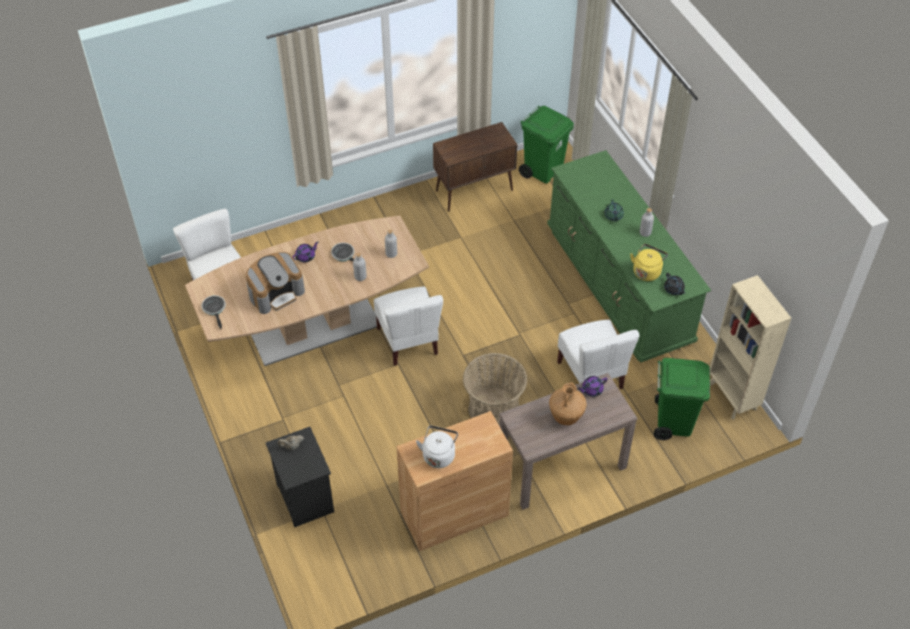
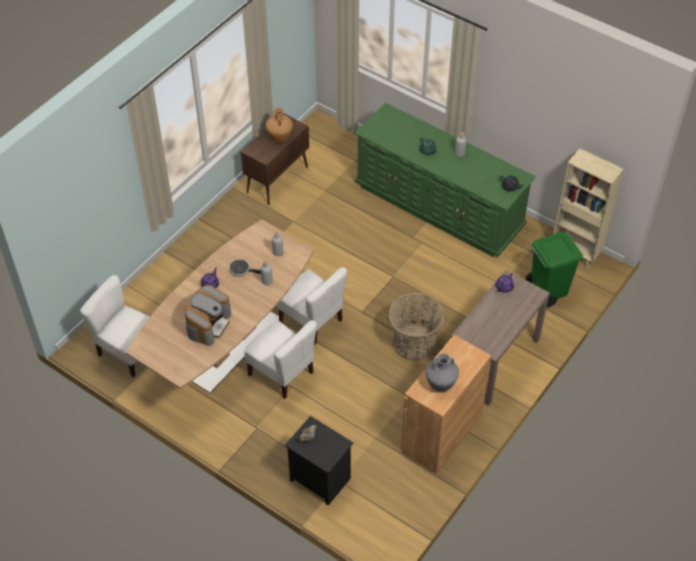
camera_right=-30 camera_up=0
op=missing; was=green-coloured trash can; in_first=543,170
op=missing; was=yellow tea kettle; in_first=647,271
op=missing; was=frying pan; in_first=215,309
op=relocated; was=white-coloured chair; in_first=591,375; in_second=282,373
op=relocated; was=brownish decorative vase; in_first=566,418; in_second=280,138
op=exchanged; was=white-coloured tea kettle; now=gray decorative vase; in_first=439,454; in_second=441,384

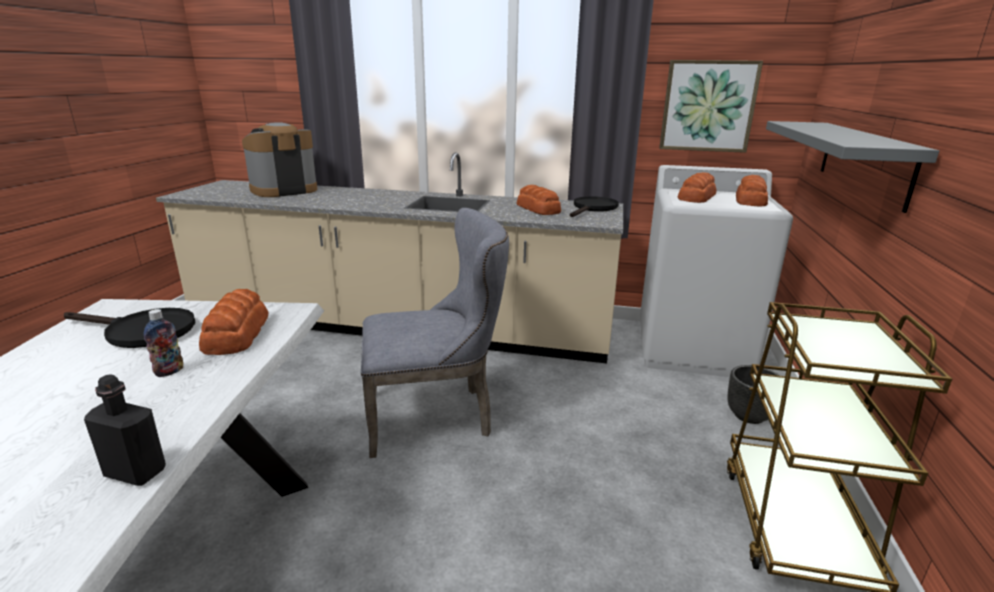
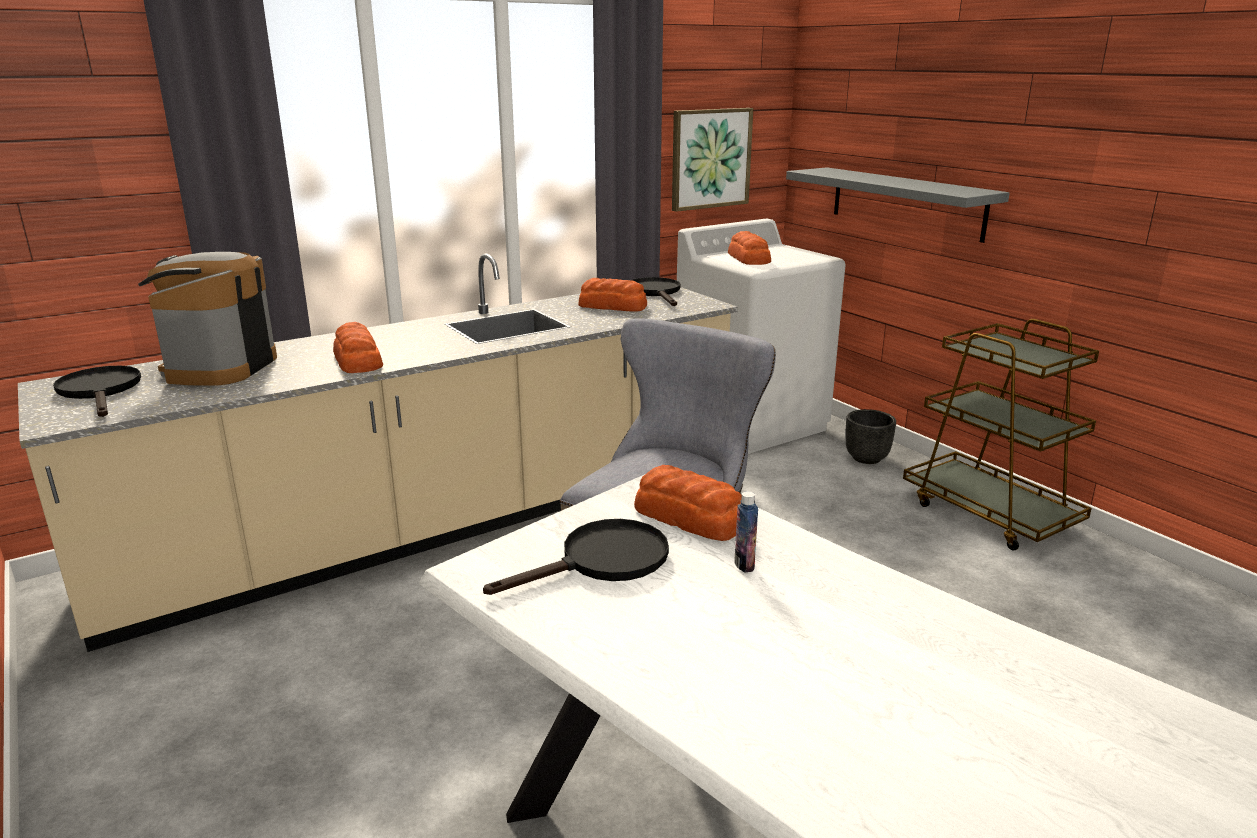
camera_right=-45 camera_up=0
op=relocated; was=bread; in_first=750,200; in_second=357,360
op=missing; was=blackish drink bottle; in_first=136,473
op=appeared; now=blackish frying pan; in_second=101,391

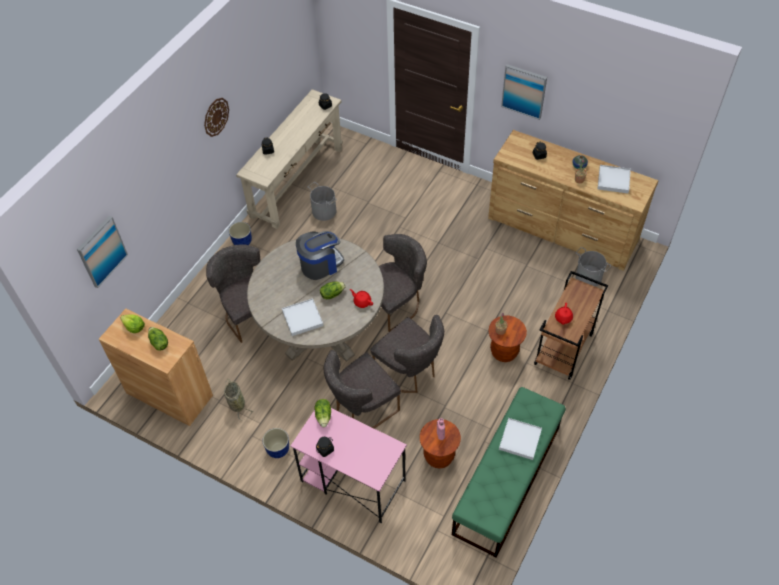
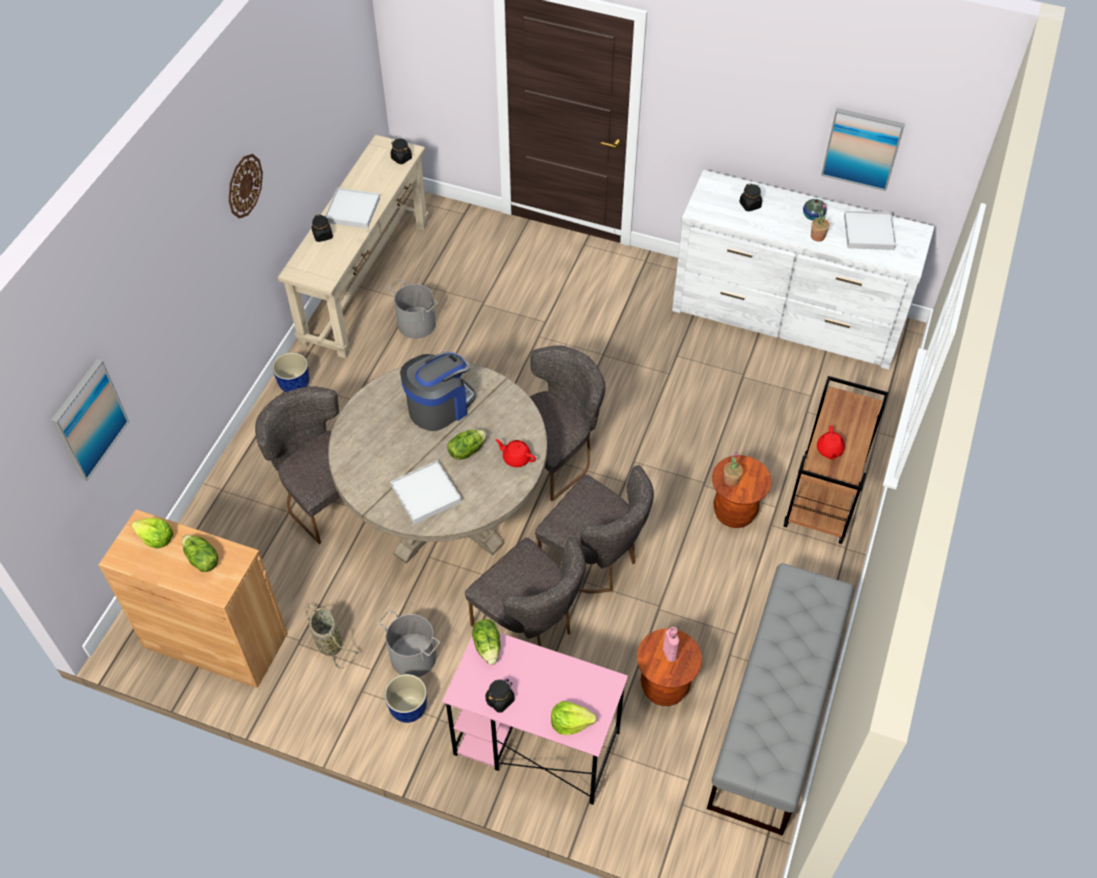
camera_right=-10 camera_up=0
op=relocated; was=wall art; in_first=524,91; in_second=862,148
op=colour; was=brownish dresser; now=white-coloured dresser; in_first=562,229; in_second=787,316
op=relocated; was=gray water bucket; in_first=588,277; in_second=414,656
op=spun; was=gray chair; in_first=362,408; in_second=530,626; clockwise=-90
op=colour; was=green-coloured indoor bench; now=gray indoor bench; in_first=506,480; in_second=775,711
op=relocated; was=white-coloured tray; in_first=520,440; in_second=353,210
op=appeared; now=lettuce head; in_second=570,722

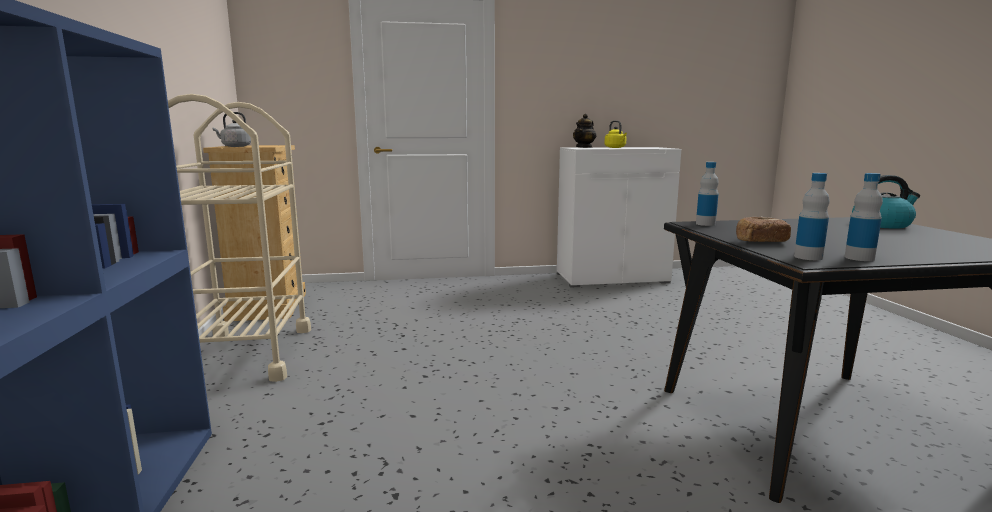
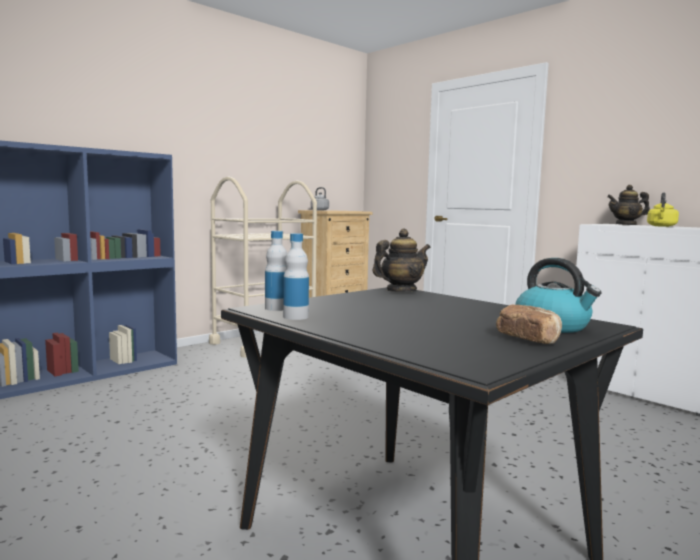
camera_right=55 camera_up=-5
op=exchanged; was=drink bottle; now=teapot; in_first=705,224; in_second=400,291
op=relocated; was=bread; in_first=761,242; in_second=528,339

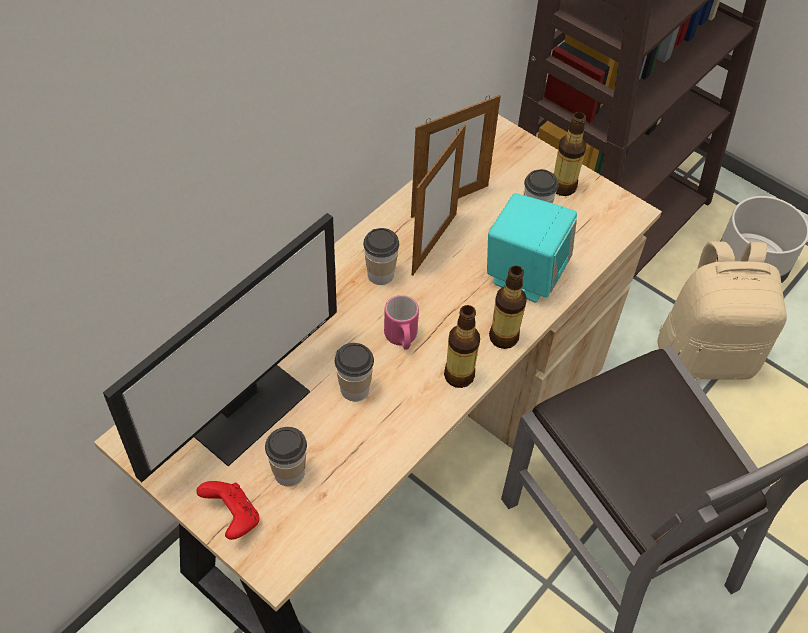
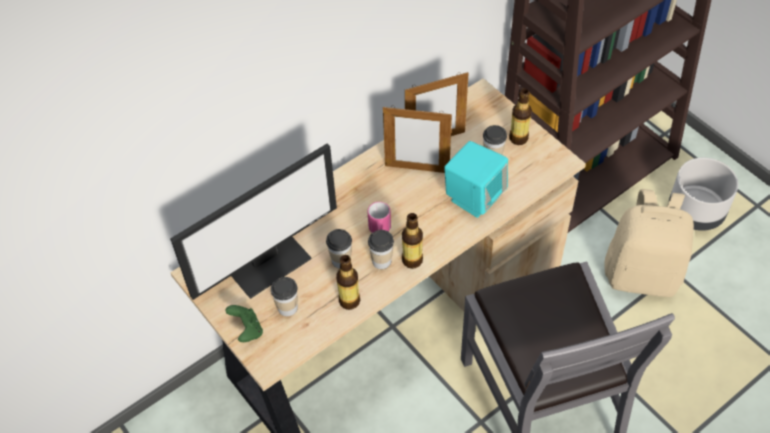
camera_right=15 camera_up=0
op=spun; was=standing frame; in_first=434,244; in_second=417,169; clockwise=60
op=relocated; was=cup; in_first=380,274; in_second=381,261
op=relocated; was=drink bottle; in_first=503,337; in_second=349,301
op=colour; was=reddish gamepad; now=green-coloured gamepad; in_first=233,517; in_second=247,330

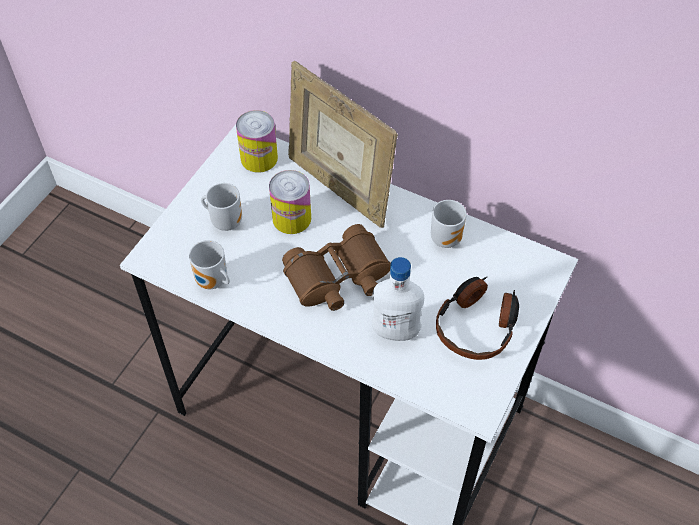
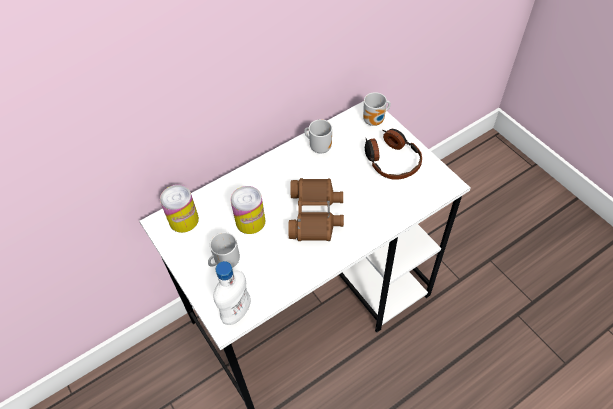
camera_right=-60 camera_up=0
op=missing; was=standing frame; in_first=338,187
op=relocated; was=coffee mug; in_first=212,283; in_second=375,121
op=relocated; was=white-coloured drink bottle; in_first=395,332; in_second=236,312

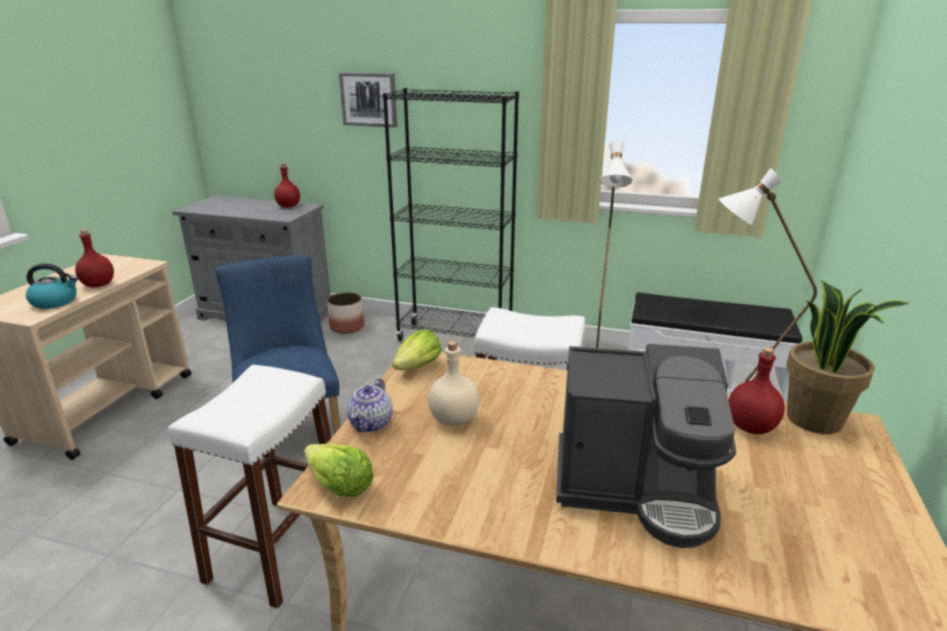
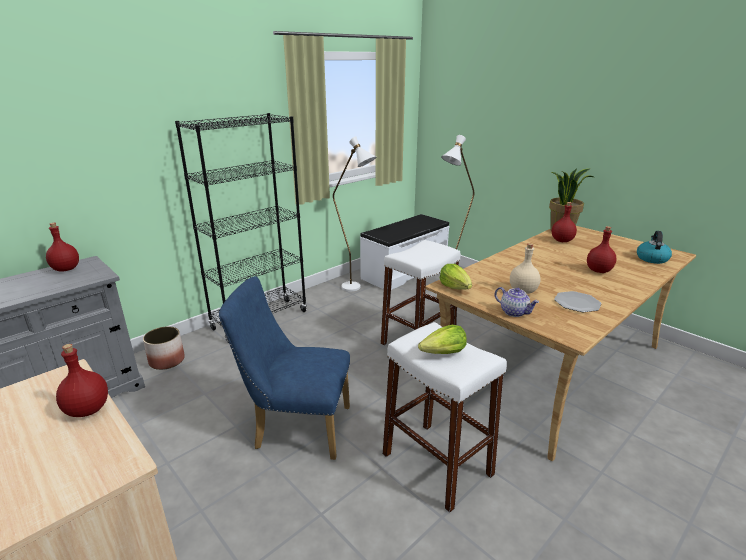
camera_right=-60 camera_up=0
op=missing; was=wall art; in_first=369,99
op=relocated; was=tea kettle; in_first=55,302; in_second=651,258
op=exchanged; was=coffee maker; now=reddish drink bottle; in_first=636,488; in_second=598,270
op=relocated; was=lettuce head; in_first=338,485; in_second=444,353
op=appeared; now=dinner plate; in_second=577,303

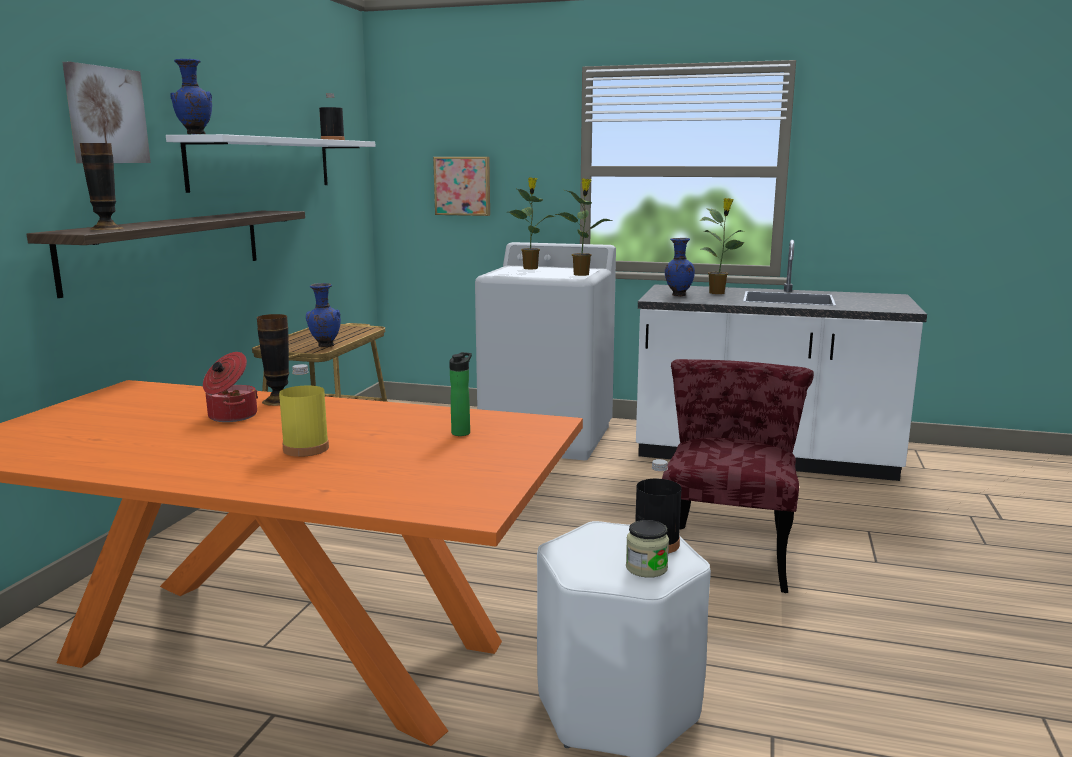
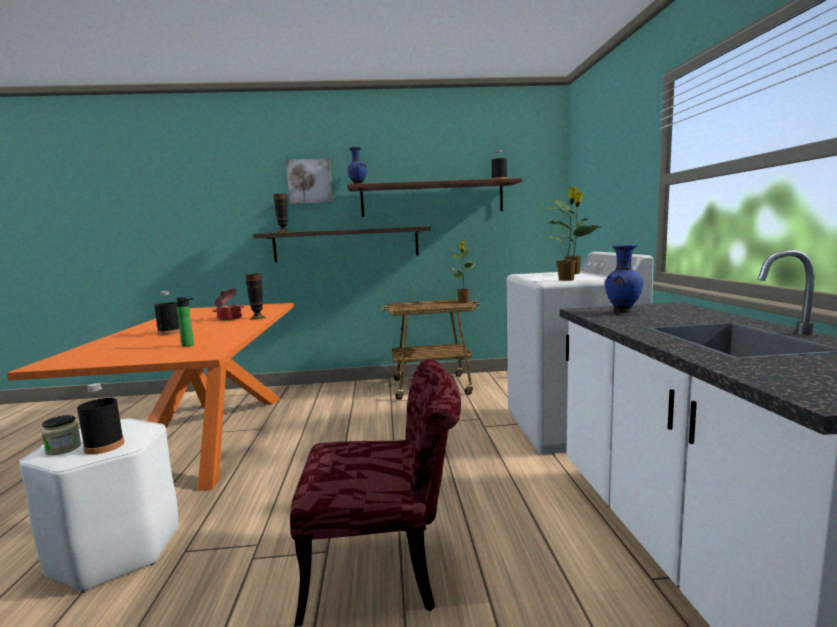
camera_right=70 camera_up=-5
op=colour; was=white-coloured bracket shelf; now=brownish bracket shelf; in_first=263,163; in_second=432,199
op=missing; was=wall art; in_first=463,186
op=relocated; was=houseplant; in_first=718,293; in_second=463,302
op=missing; was=bluish decorative vase; in_first=325,346
op=colour; was=yellow drink bottle; now=blackish drink bottle; in_first=306,448; in_second=170,333

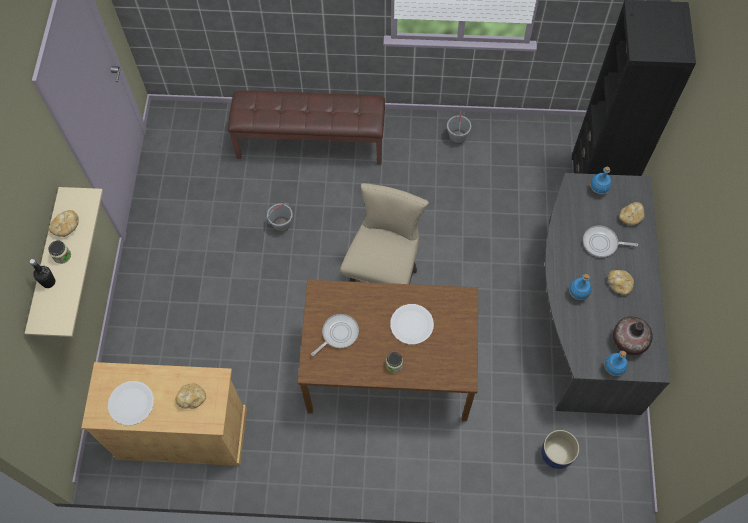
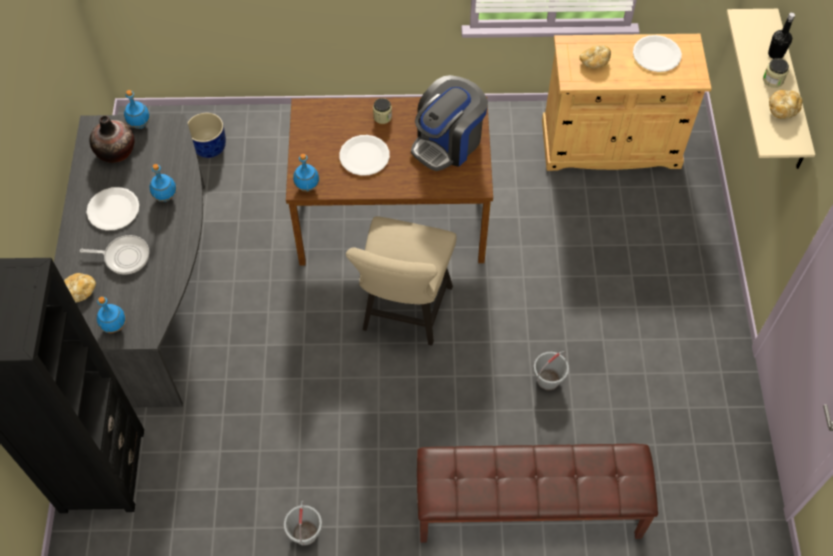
camera_right=175 camera_up=-5
op=exchanged; was=bread; now=white-coloured dinner plate; in_first=619,284; in_second=113,210
op=exchanged; was=frying pan; now=coffee maker; in_first=338,334; in_second=448,142
op=appeared; now=bluish drink bottle; in_second=307,187

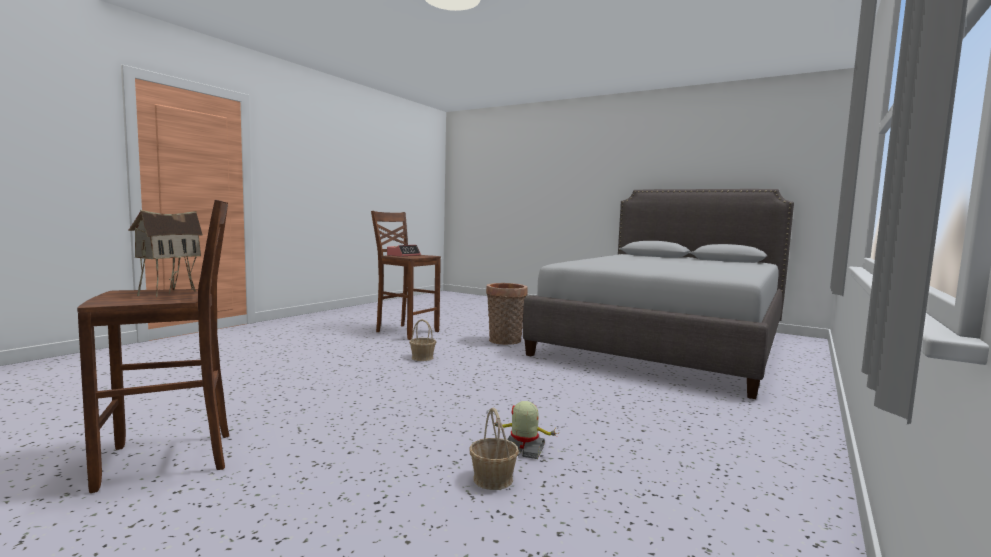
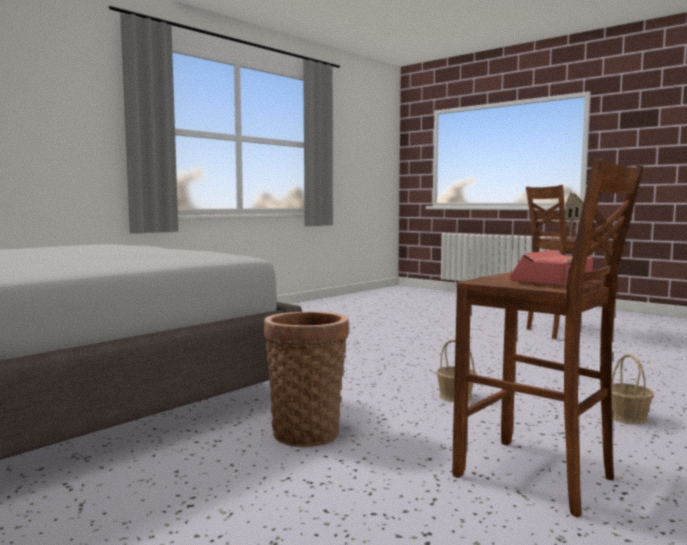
camera_right=-170 camera_up=0
op=missing; was=model robot; in_first=524,450
op=relocated; was=household basket; in_first=493,479; in_second=627,417

